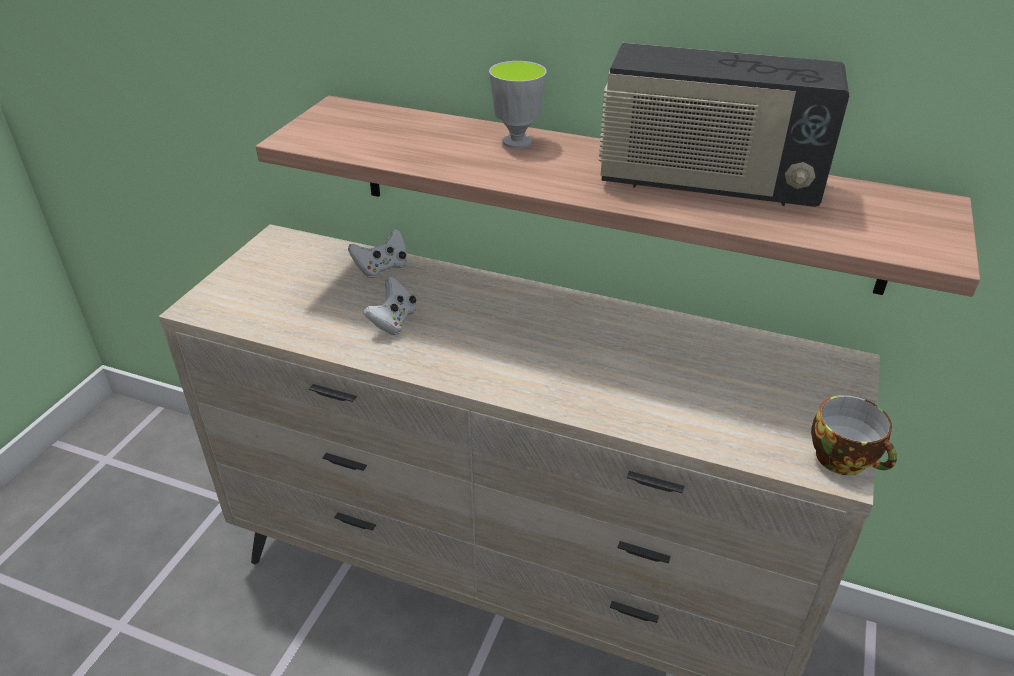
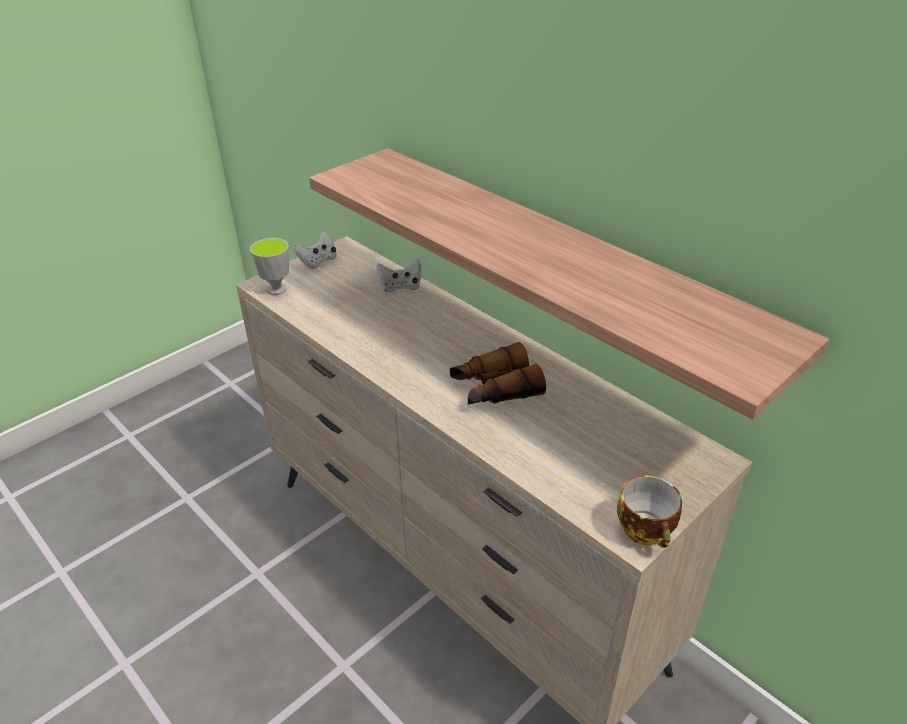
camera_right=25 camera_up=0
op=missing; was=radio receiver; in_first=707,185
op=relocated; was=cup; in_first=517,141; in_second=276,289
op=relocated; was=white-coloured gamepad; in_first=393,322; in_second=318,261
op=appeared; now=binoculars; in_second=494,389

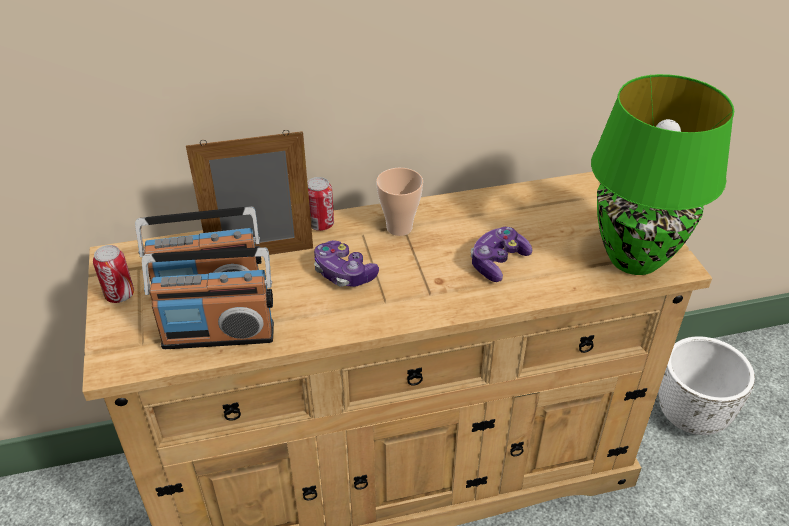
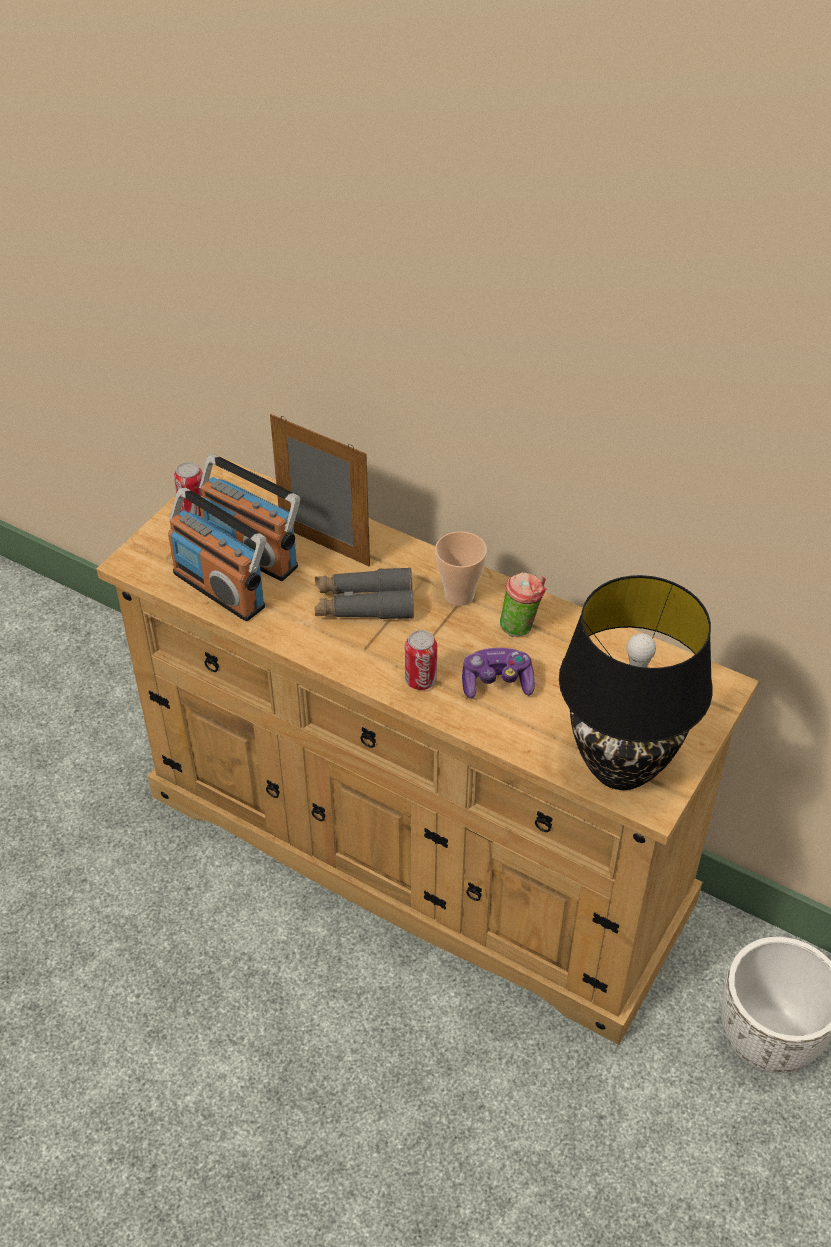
camera_right=45 camera_up=5
op=colour; was=green-coloured table lamp; now=blackish table lamp; in_first=635,258; in_second=622,767
op=relocated; was=metal can; in_first=321,224; in_second=420,680
op=exchanged; was=gamepad; now=gray binoculars; in_first=343,273; in_second=364,604
op=appeared; now=cup; in_second=521,626

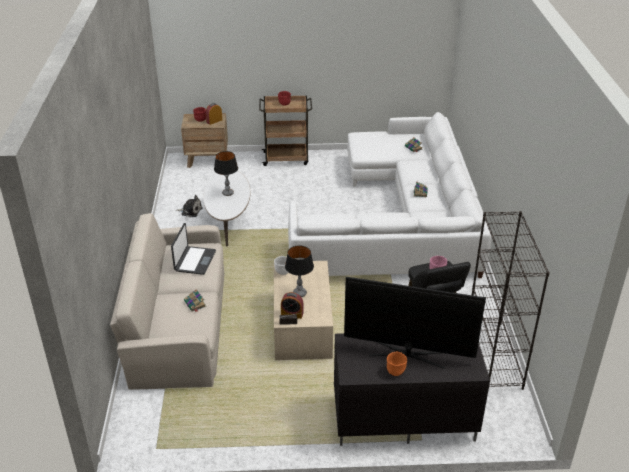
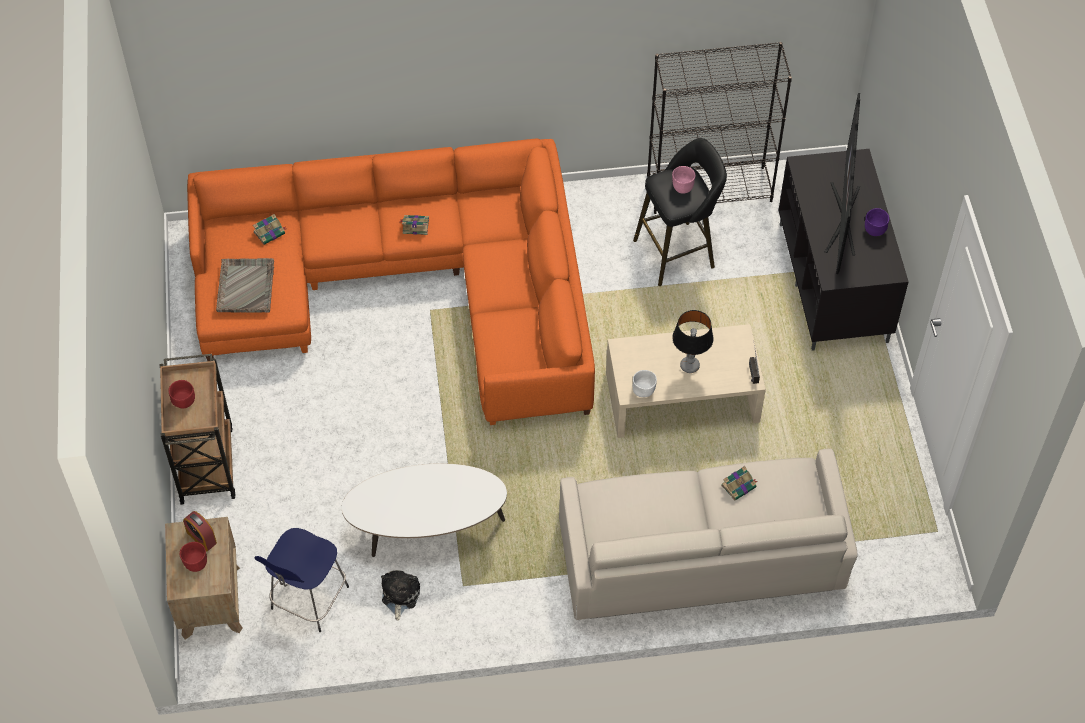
camera_right=-95 camera_up=20
op=colour; was=white-coloured sofa; now=orange-coloured sofa; in_first=400,220; in_second=409,285
op=missing; was=table lamp; in_first=228,193
op=missing; was=portable computer; in_first=194,261
op=missing; was=alarm clock; in_first=292,314
op=colour; was=orange-coloured serving bowl; now=purple serving bowl; in_first=396,371; in_second=874,230
op=appeared; now=gray tray; in_second=246,286
op=appeared; now=bluish sitting stool; in_second=308,600

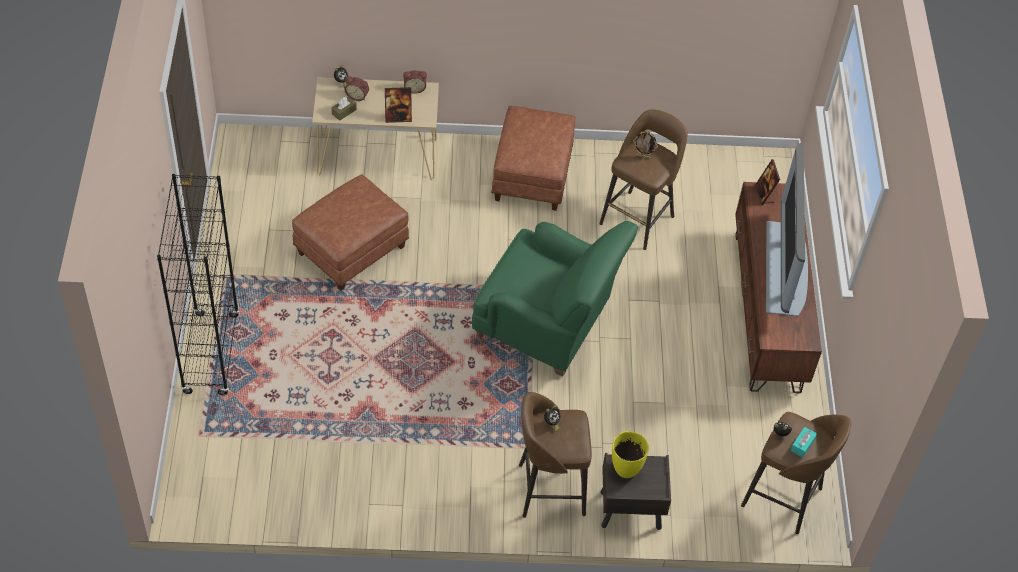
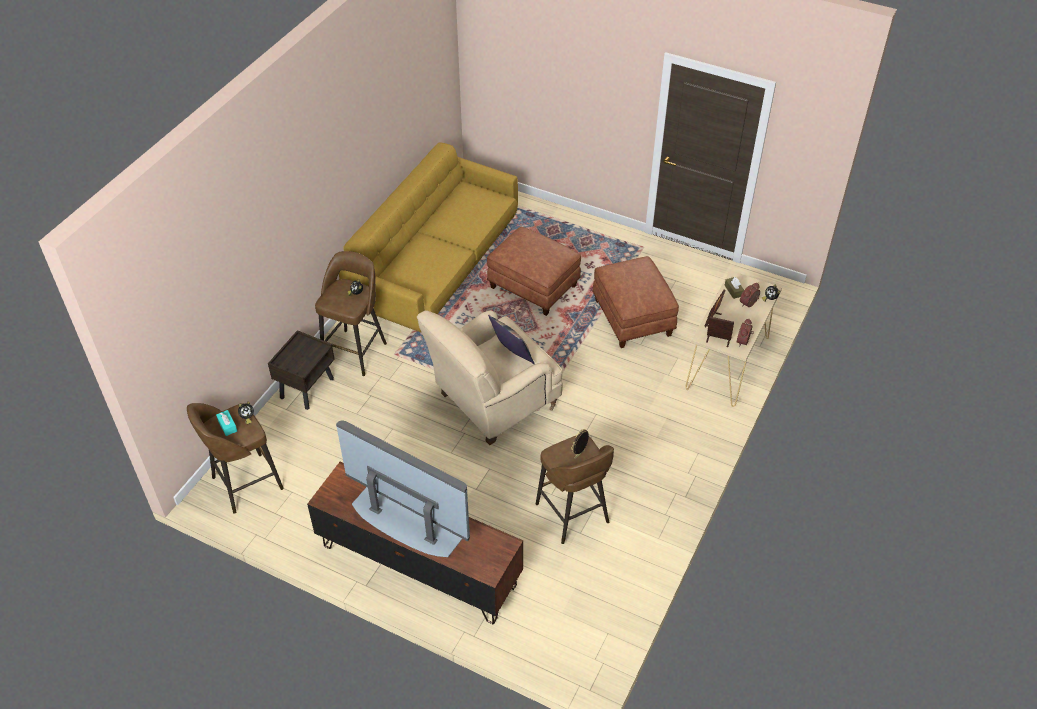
camera_right=120 camera_up=-5
op=relocated; was=brownish pouffe; in_first=531,175; in_second=534,287
op=relocated; was=standing frame; in_first=764,194; in_second=717,340
op=missing; was=blackish shelving unit; in_first=211,354
op=colour; was=green-coloured armchair; now=sand-coloured armchair; in_first=547,328; in_second=493,404
op=missing; was=yellow decorative vase; in_first=626,468
op=appeared; now=yellow sofa; in_second=437,266
op=appeared; now=pillow; in_second=511,354

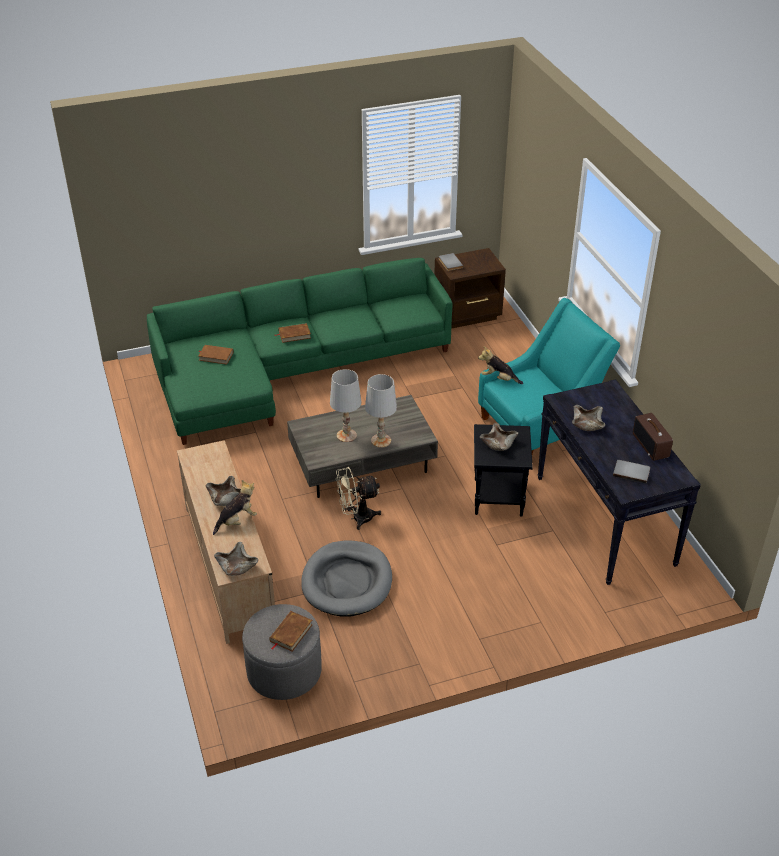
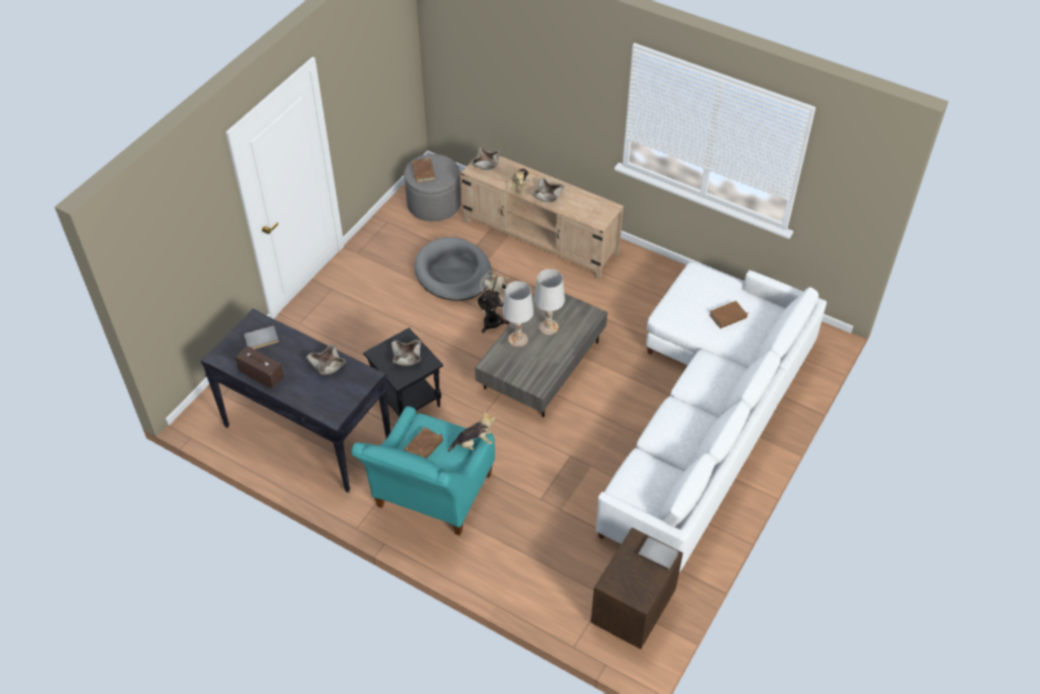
camera_right=140 camera_up=10
op=colour; was=green-coloured sofa; now=white-coloured sofa; in_first=290,369; in_second=706,416
op=relocated; was=brownish volume; in_first=294,334; in_second=424,447

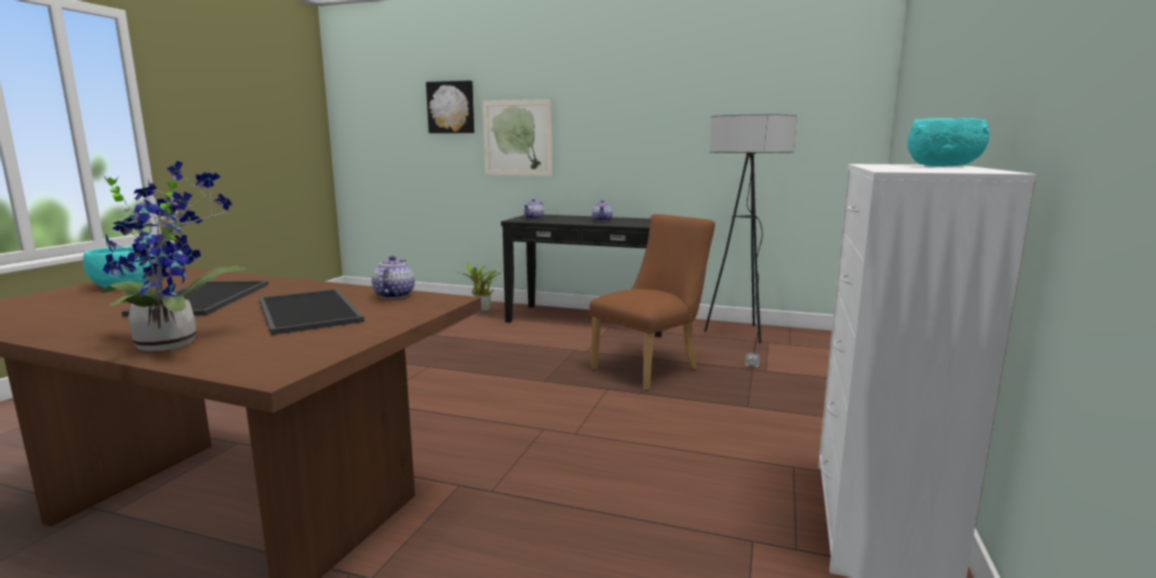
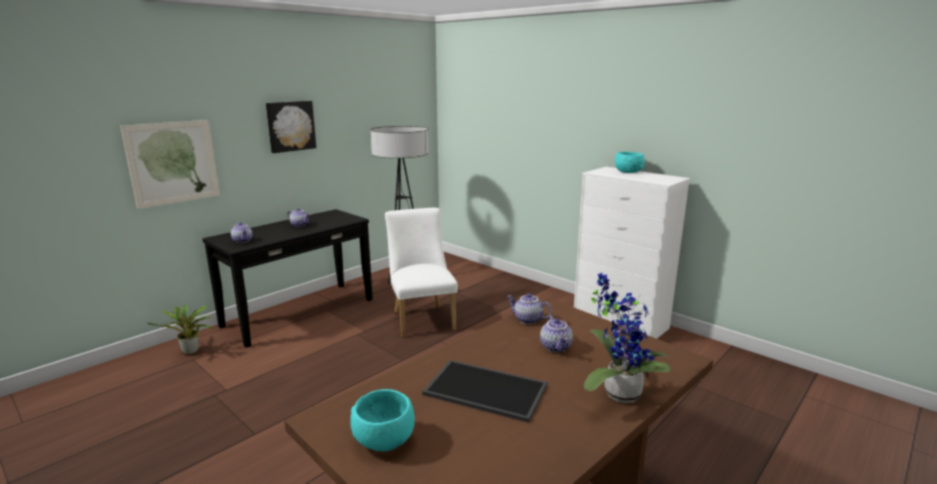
camera_right=-65 camera_up=5
op=relocated; was=wall art; in_first=451,107; in_second=290,126
op=colour; was=brownish chair; now=white-coloured chair; in_first=651,368; in_second=422,318
op=exchanged; was=tray; now=teapot; in_first=311,311; in_second=556,347

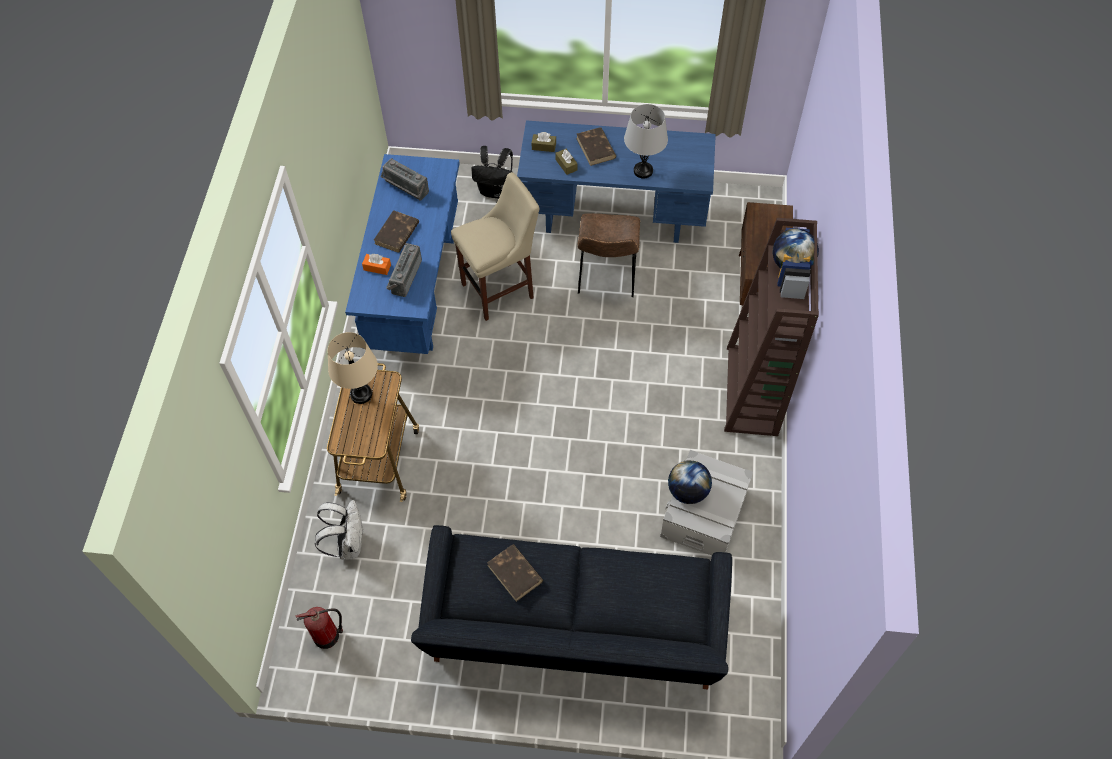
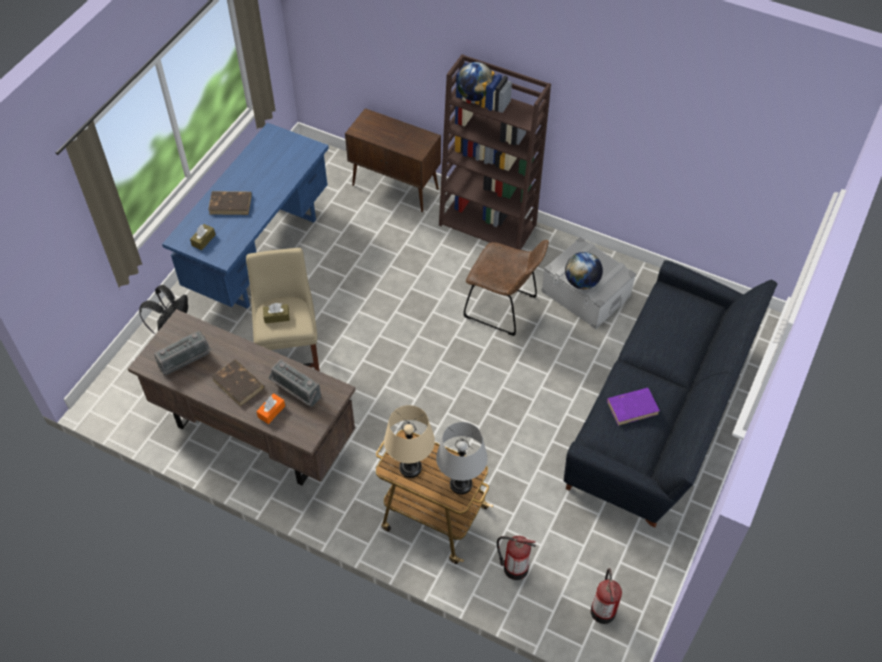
camera_right=-70 camera_up=-5
op=relocated; was=gray table lamp; in_first=643,171; in_second=461,484
op=relocated; was=brownish box of tissues; in_first=566,165; in_second=277,317
op=colour; was=bluish desk unit; now=brownish desk unit; in_first=415,290; in_second=253,433
op=relocated; was=brownish chair; in_first=607,277; in_second=504,308
op=exchanged; was=white-coloured backpack; now=fire extinguisher; in_first=348,544; in_second=514,567
op=colour; was=brownish volume; now=purple volume; in_first=515,574; in_second=632,407

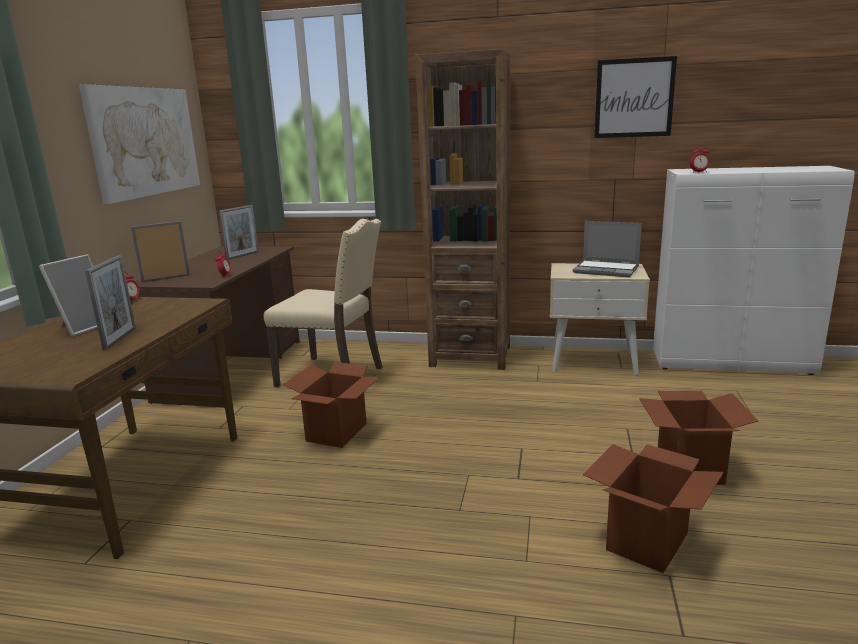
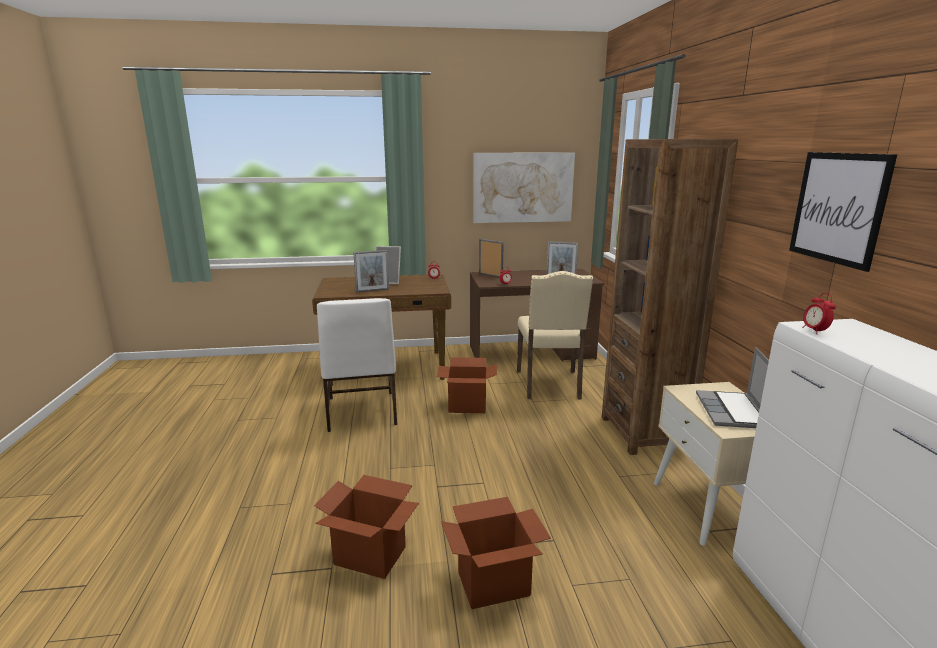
camera_right=70 camera_up=0
op=appeared; now=white-coloured chair; in_second=361,412

